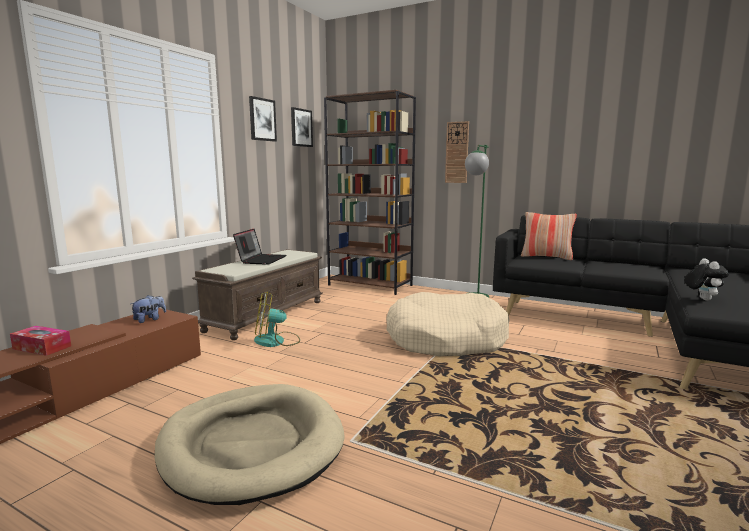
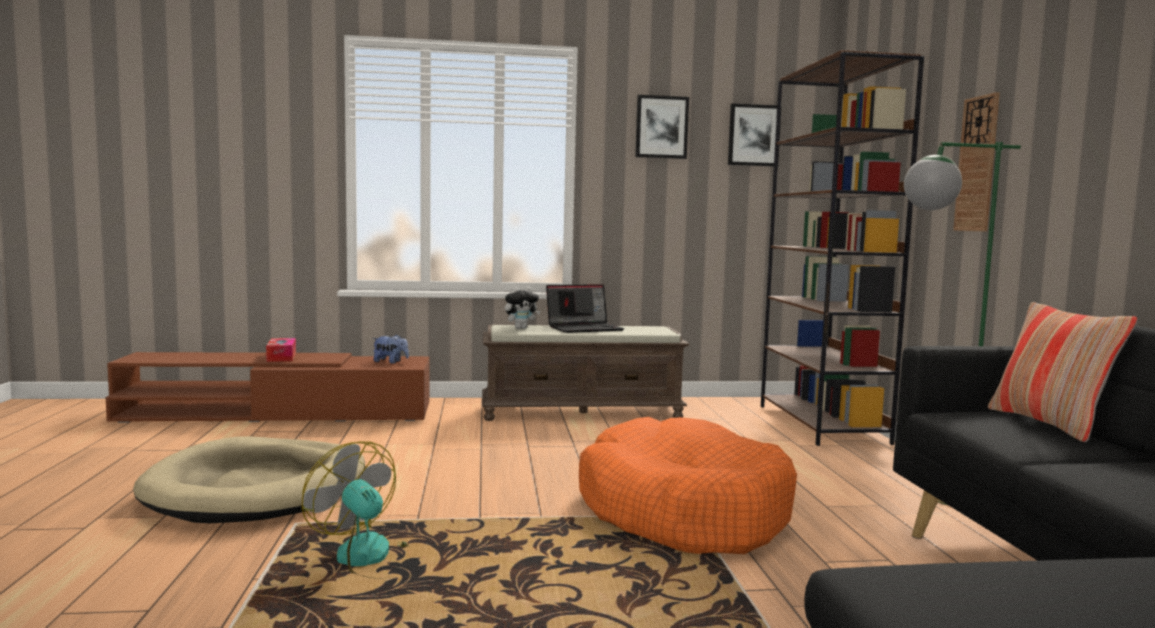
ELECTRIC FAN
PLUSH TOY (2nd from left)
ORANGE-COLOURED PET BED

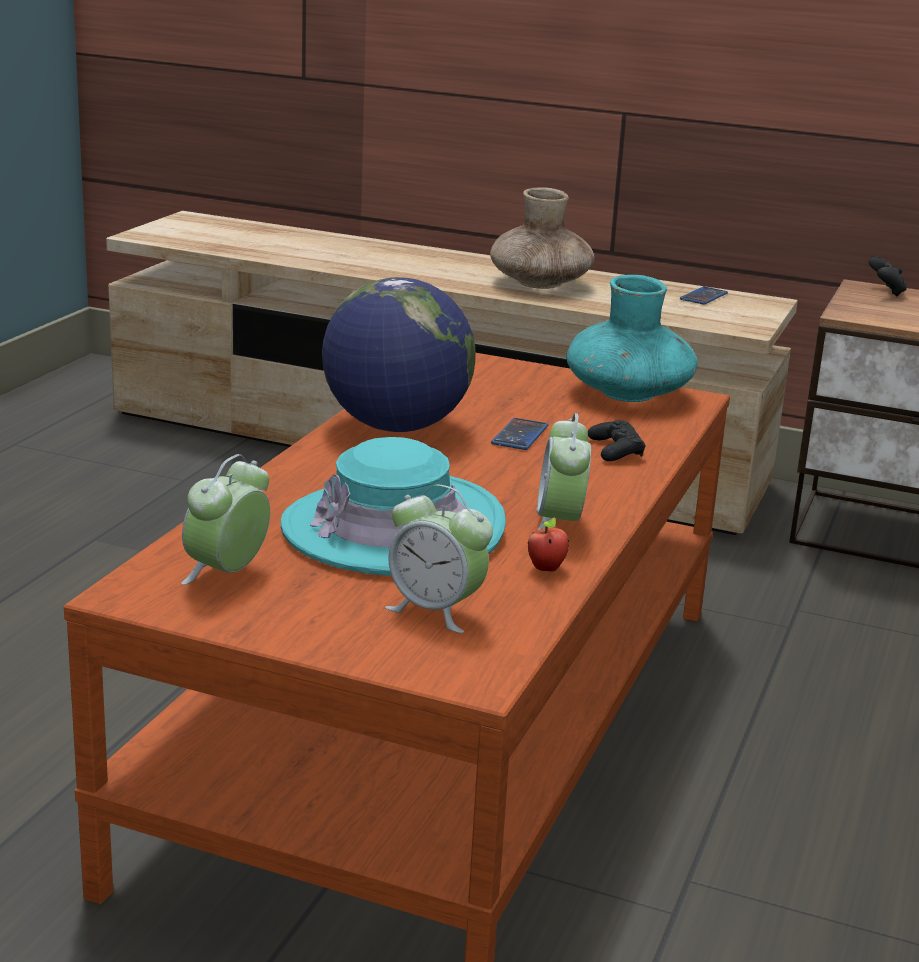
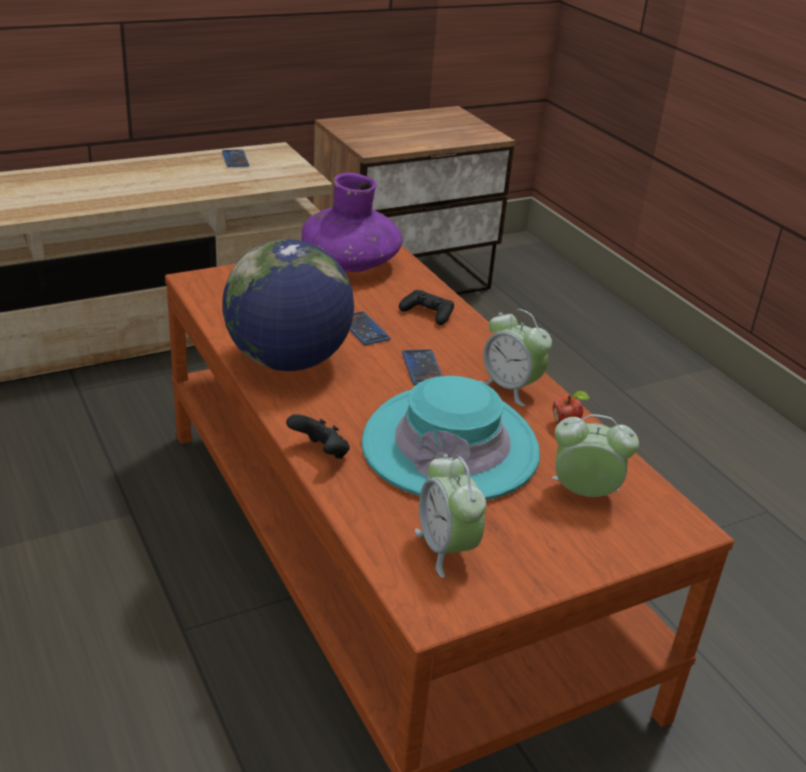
BLACKISH GAMEPAD (1st from left)
PURPLE-COLOURED DECORATIVE VASE
PHONE (3rd from left)
ALARM CLOCK (3rd from left)
BROWNISH DECORATIVE VASE

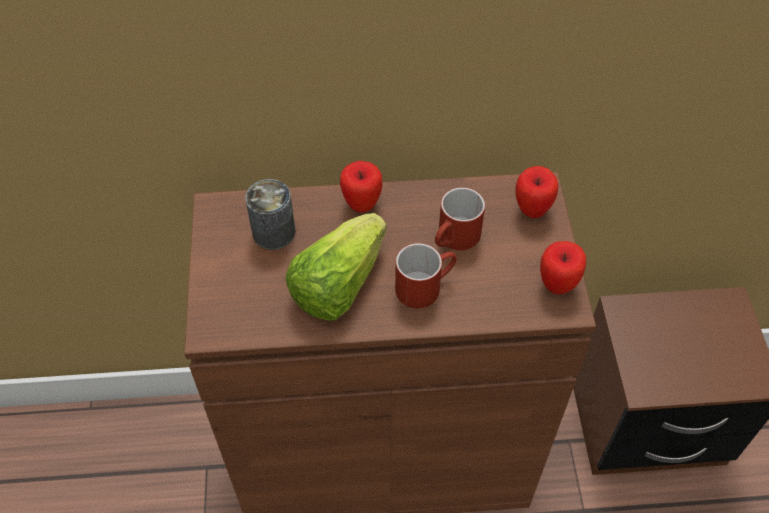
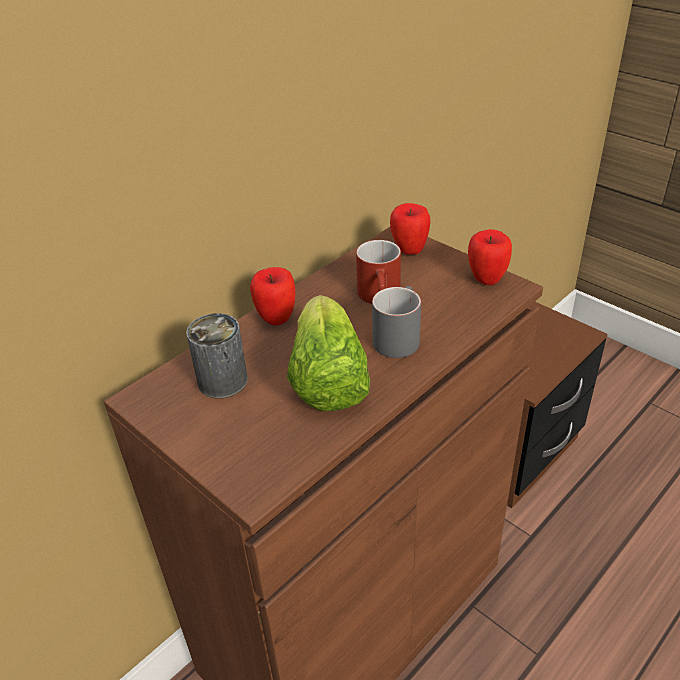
GRAY COFFEE MUG

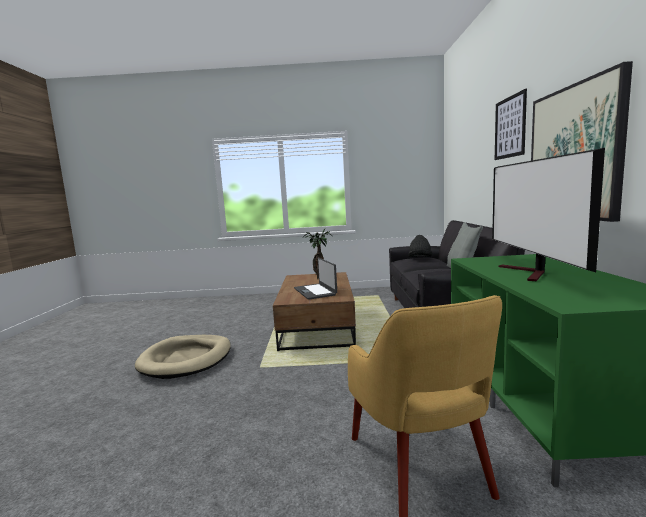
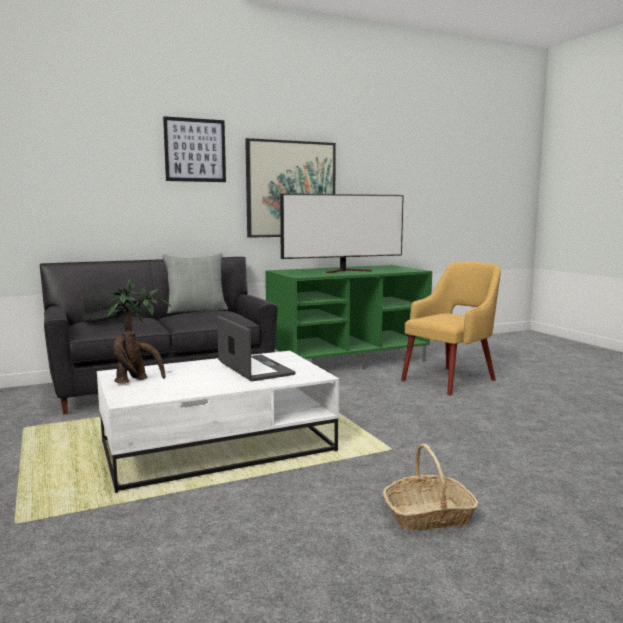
WHITISH LOW TABLE
NOTEBOOK COMPUTER
STORAGE BASKET

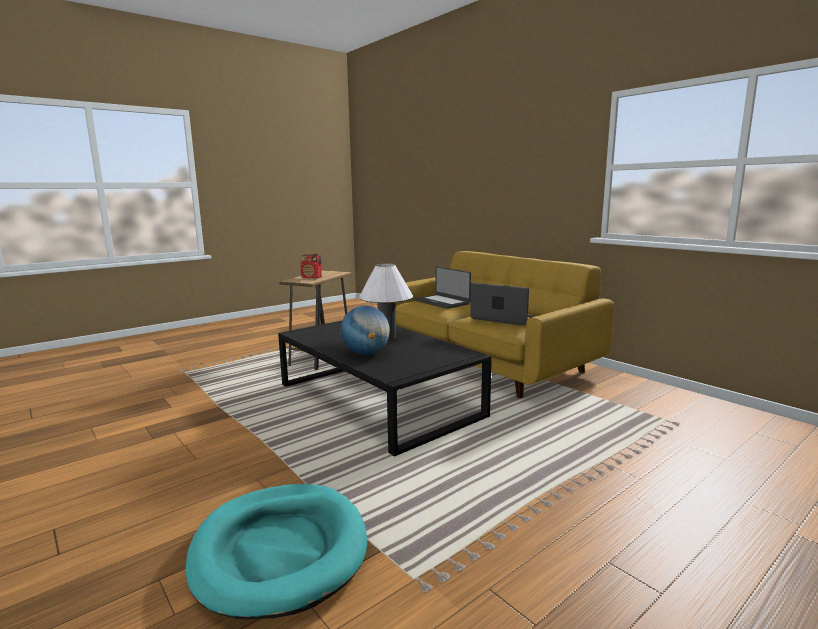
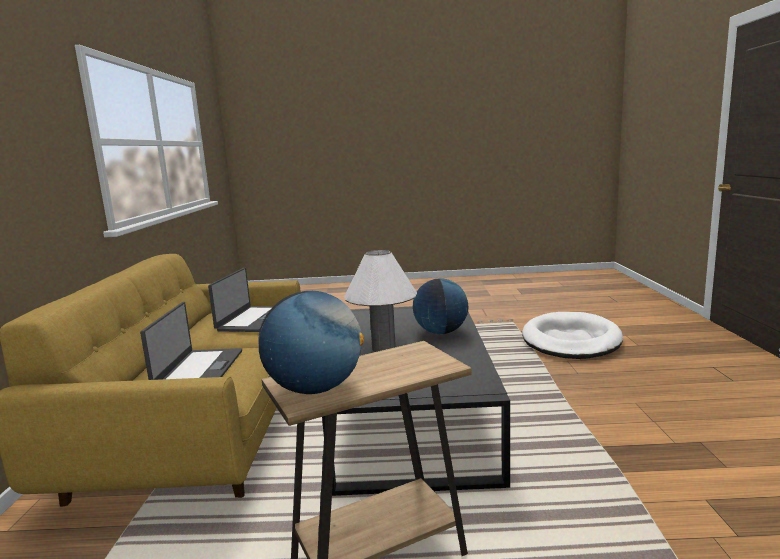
NOTEBOOK COMPUTER (2nd from left)
GLOBE (1st from left)
WHITISH PET BED
RADIO

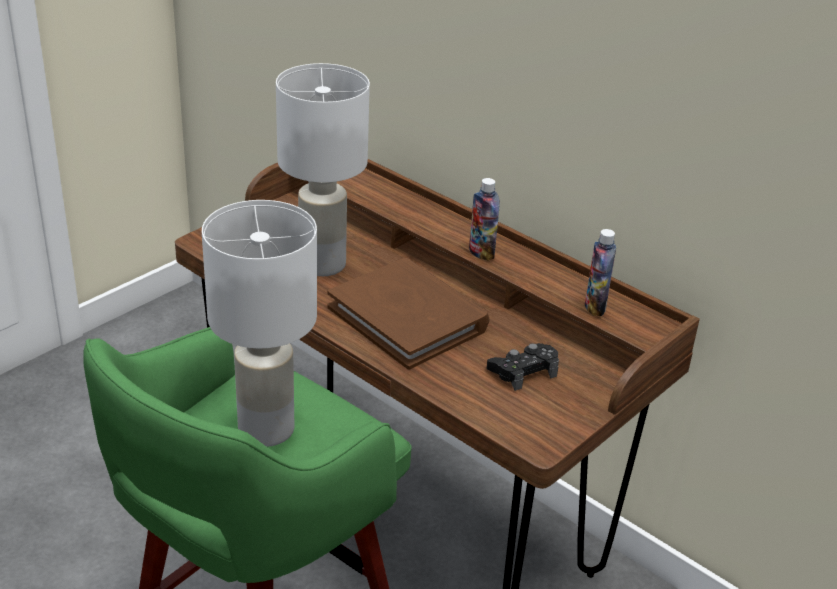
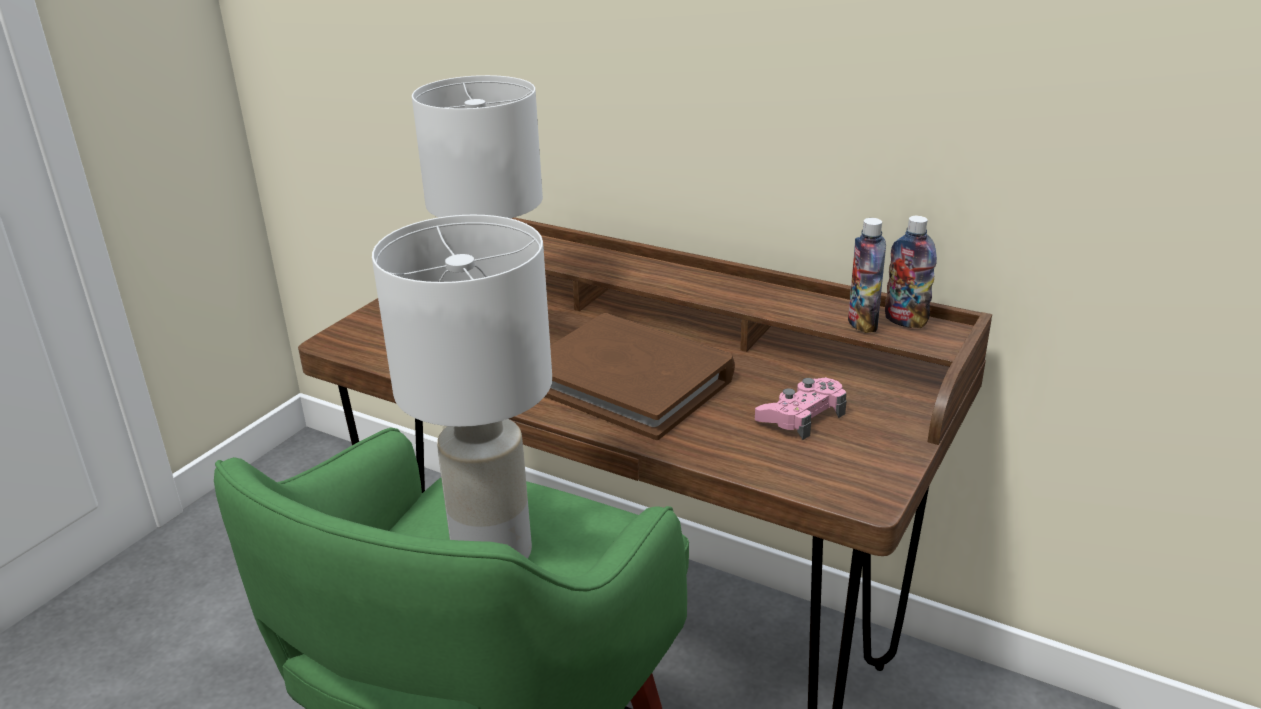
PINK GAMEPAD
DRINK BOTTLE (2nd from left)

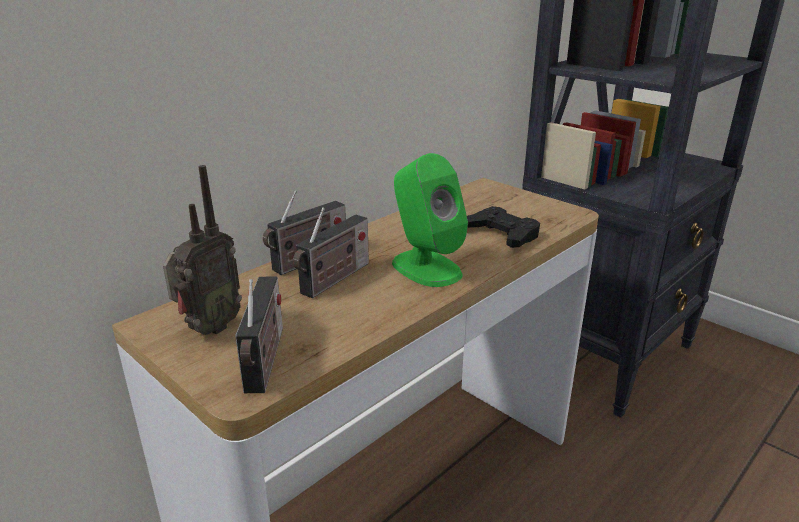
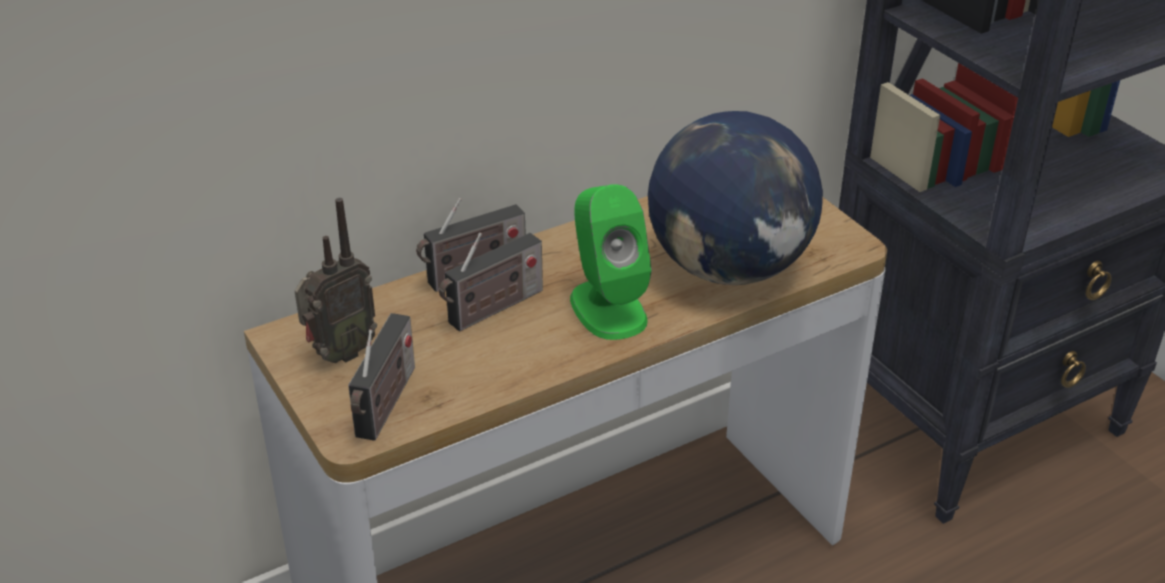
GLOBE

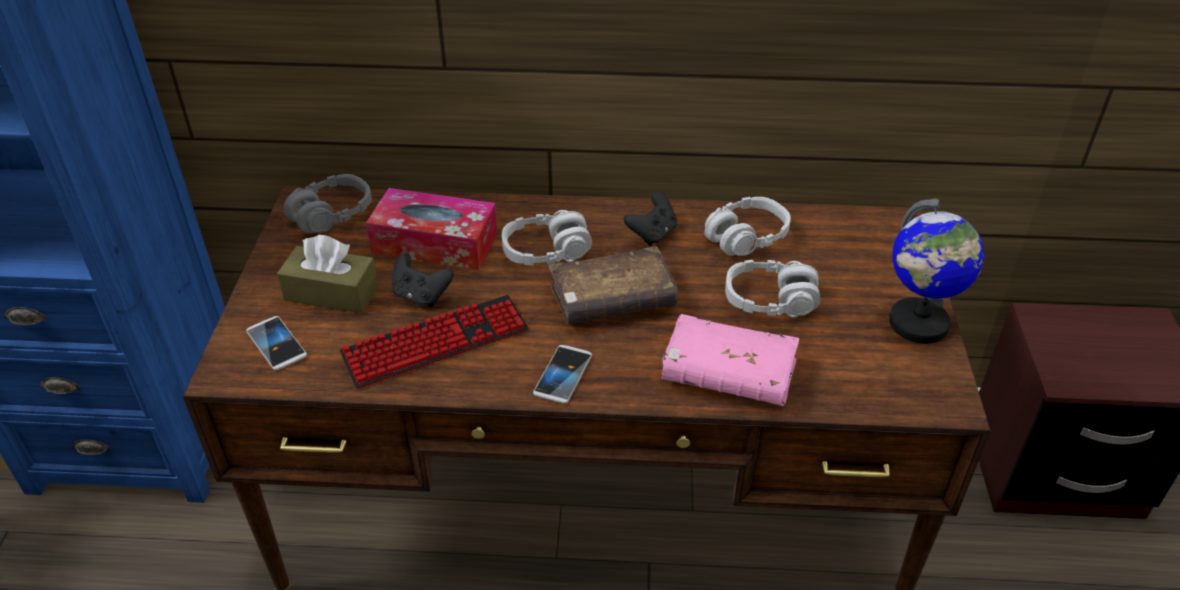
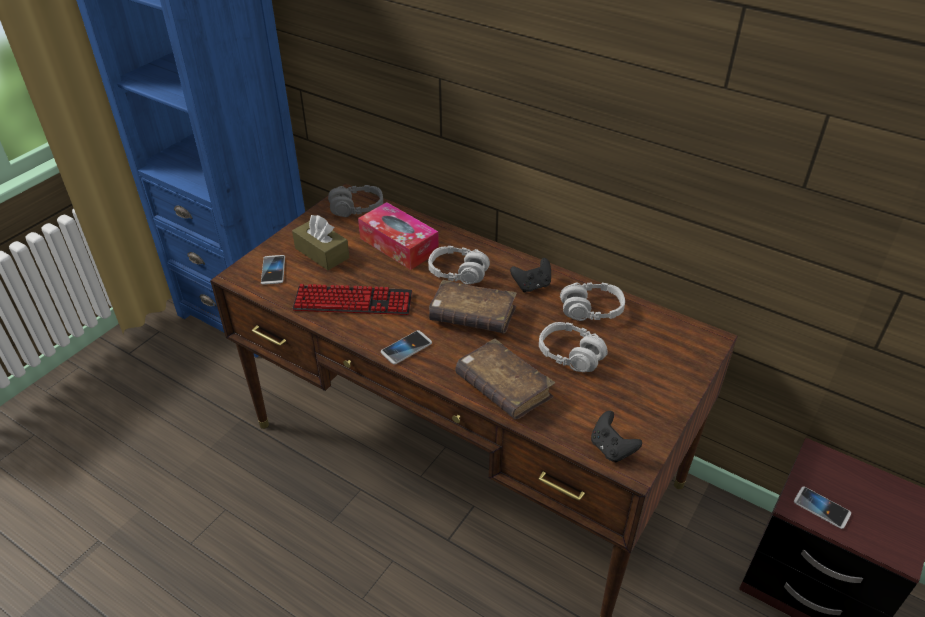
BROWNISH BOUND BOOK (2nd from left)
BLACKISH GAMEPAD (2nd from left)
PHONE (3rd from left)
GLOBE

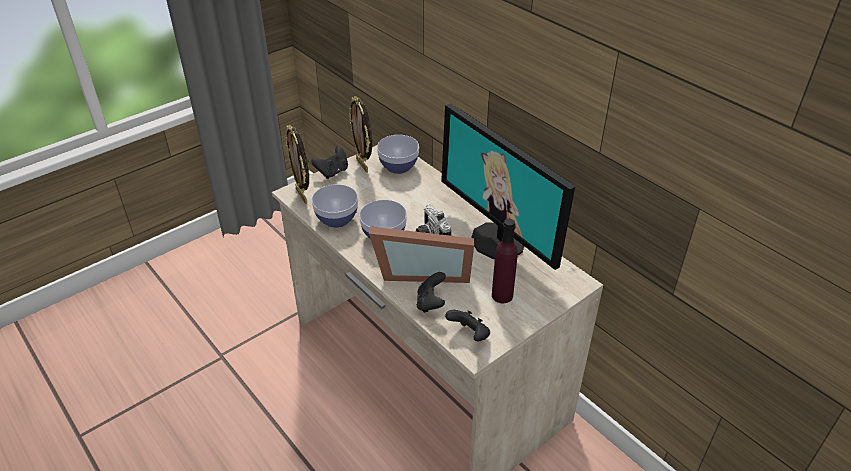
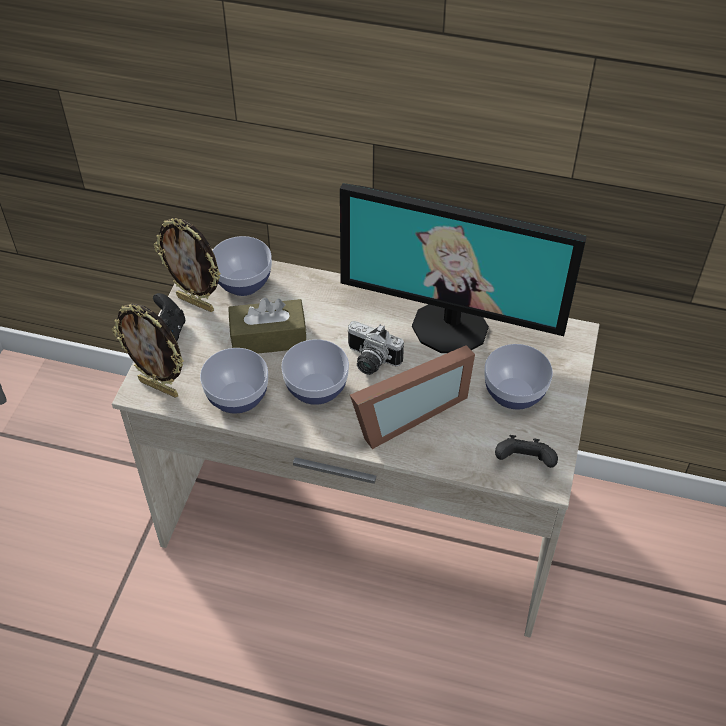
BROWNISH TISSUE HOLDER
SERVING BOWL (4th from left)
BLACKISH GAMEPAD (2nd from left in the first image)

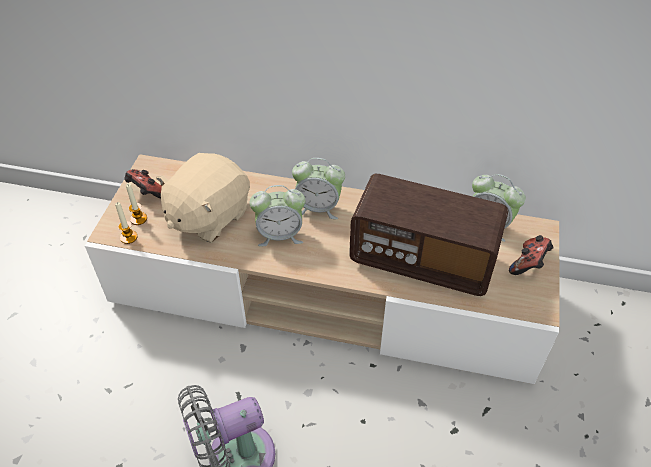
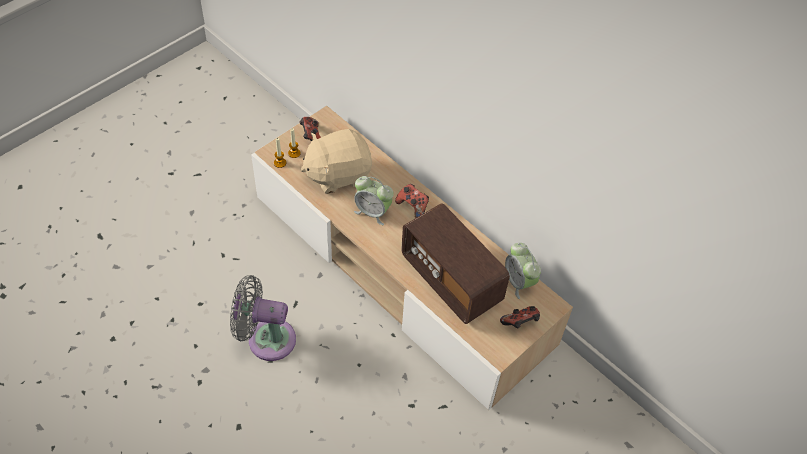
GAMEPAD (2nd from left)

